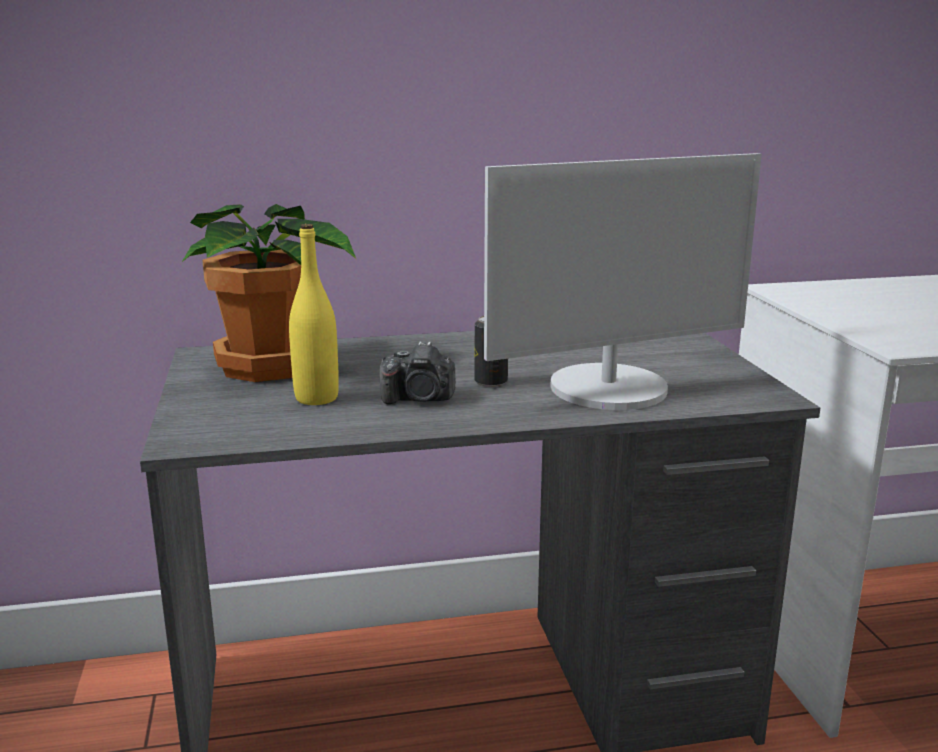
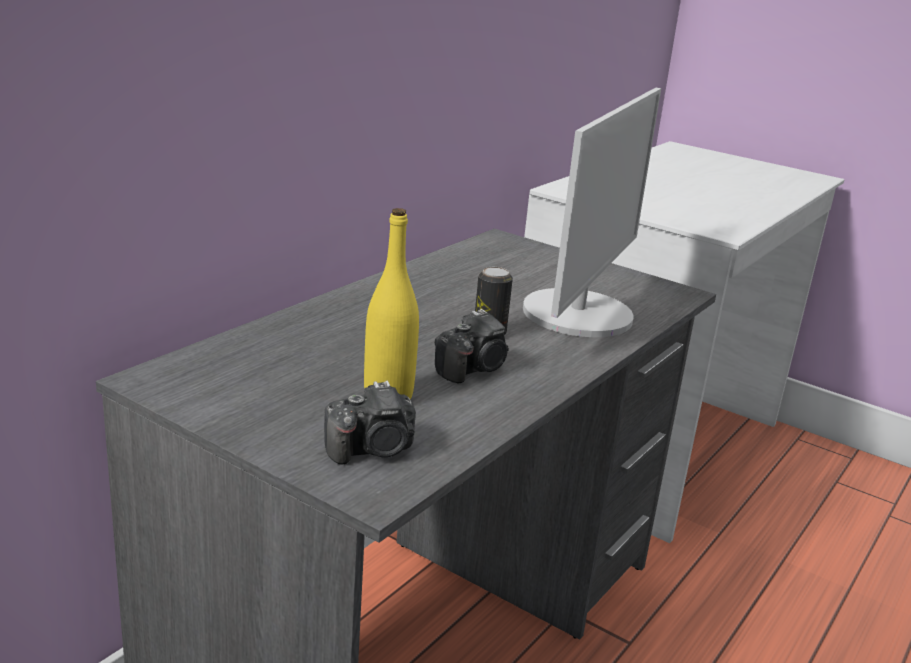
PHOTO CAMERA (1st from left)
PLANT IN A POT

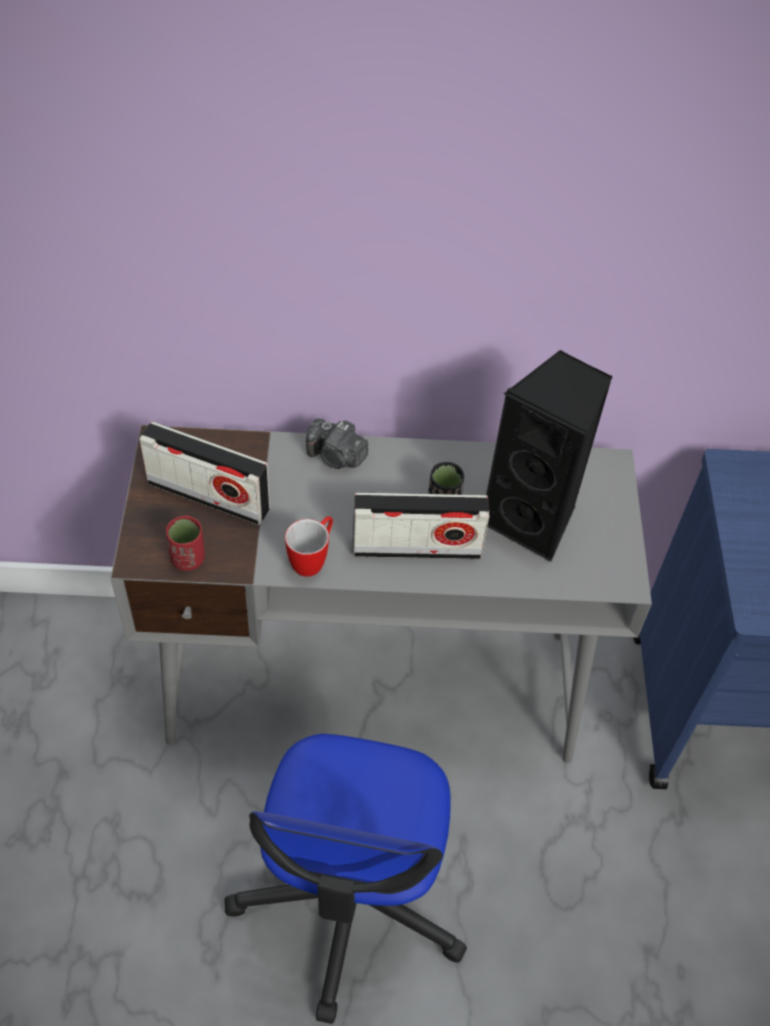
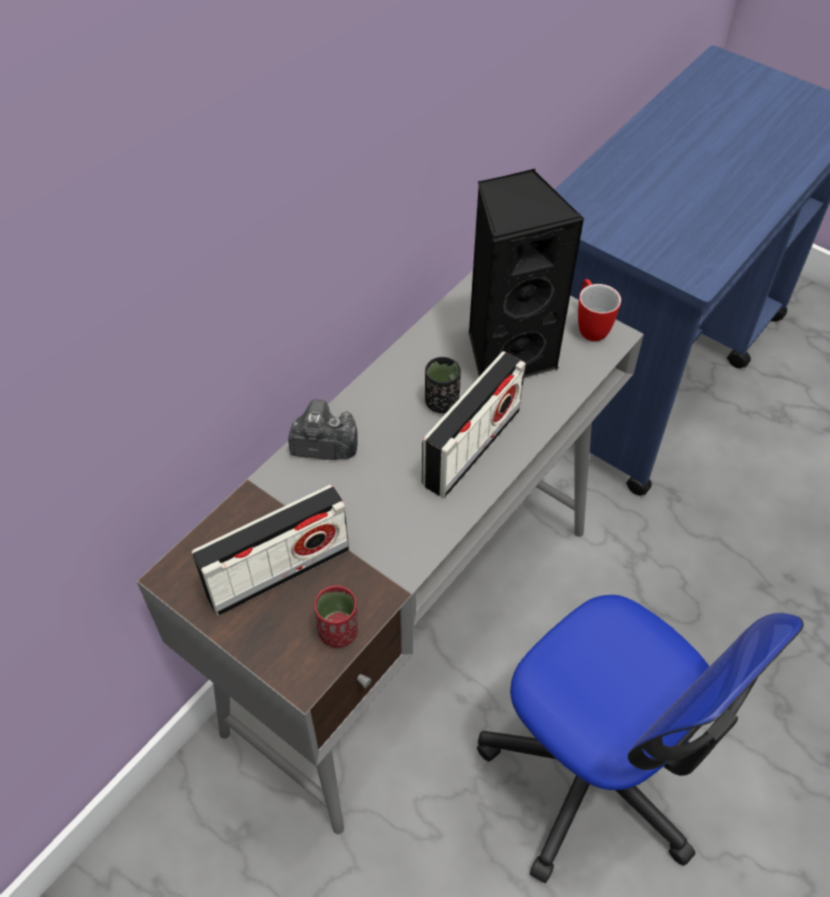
PHOTO CAMERA
COFFEE MUG

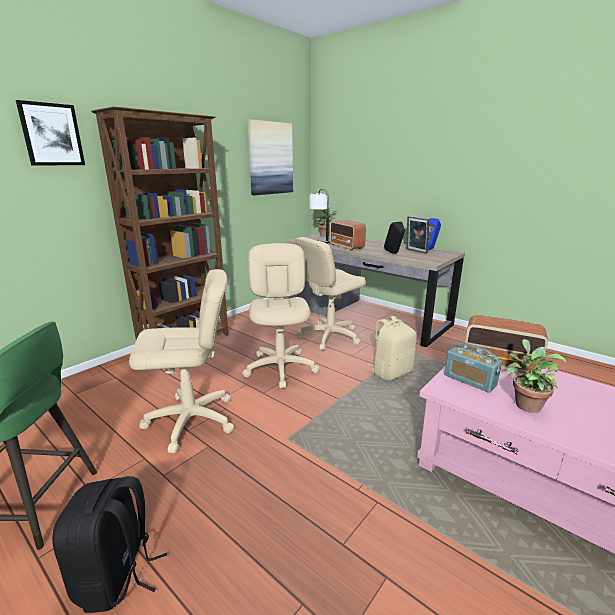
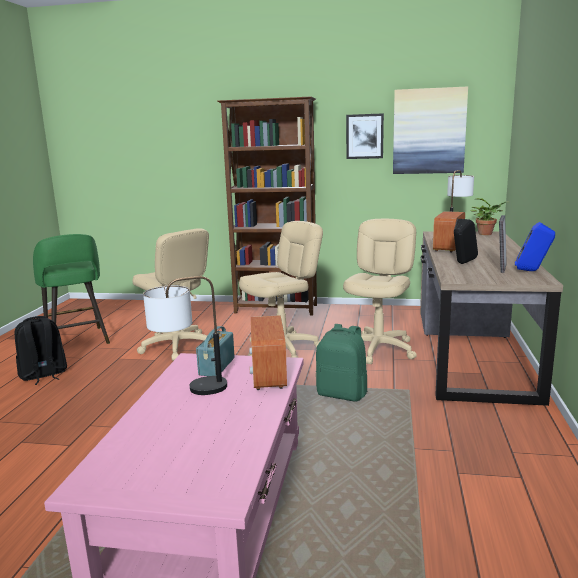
TABLETOP LAMP (1st from left)
GREEN BACKPACK
BEIGE-COLOURED DESK CHAIR (3rd from left)
WALL PICTURE (1st from left)

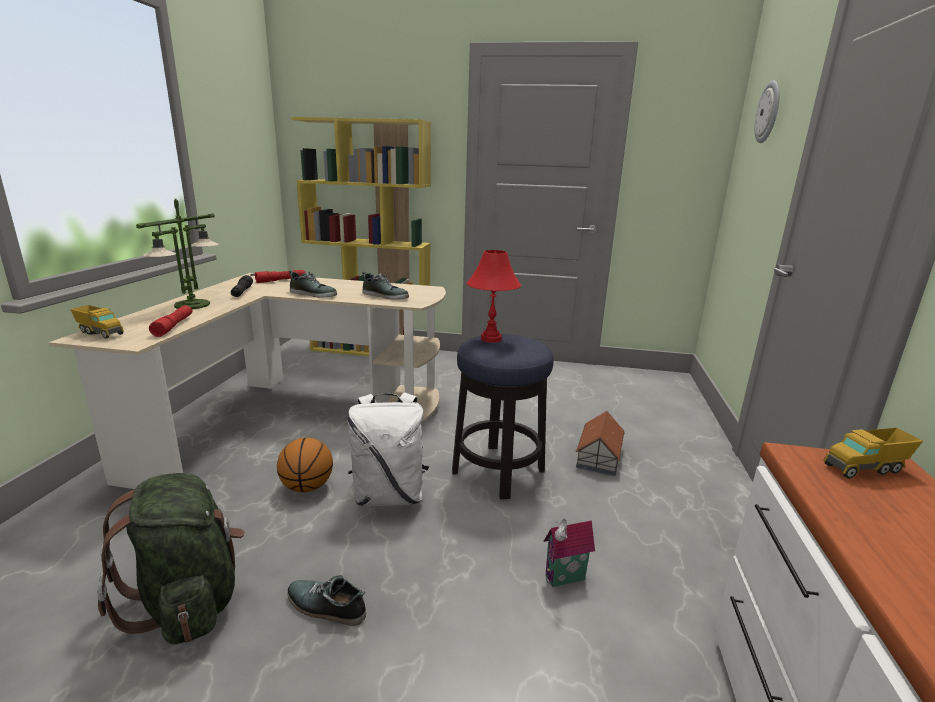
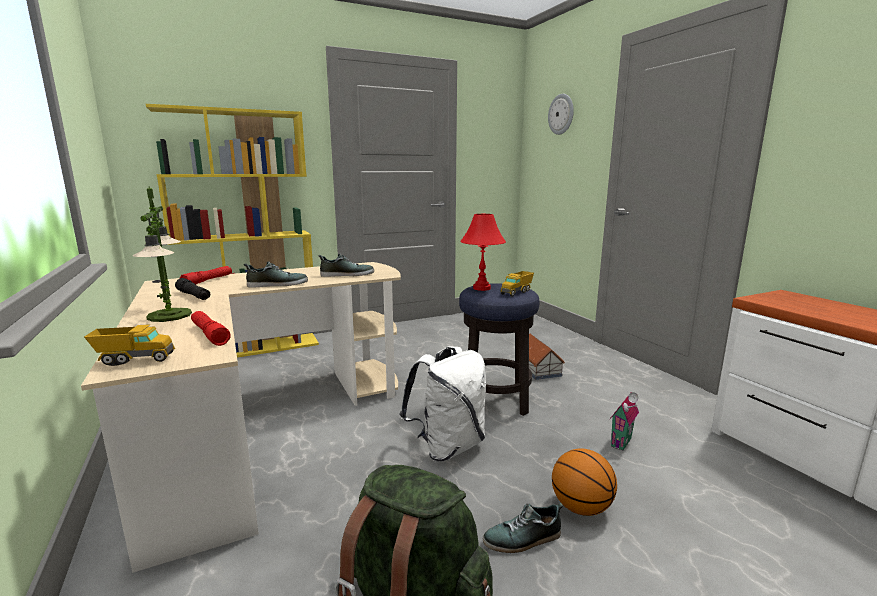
TOY LORRY (2nd from left)
BALL FOR BASKETBALL

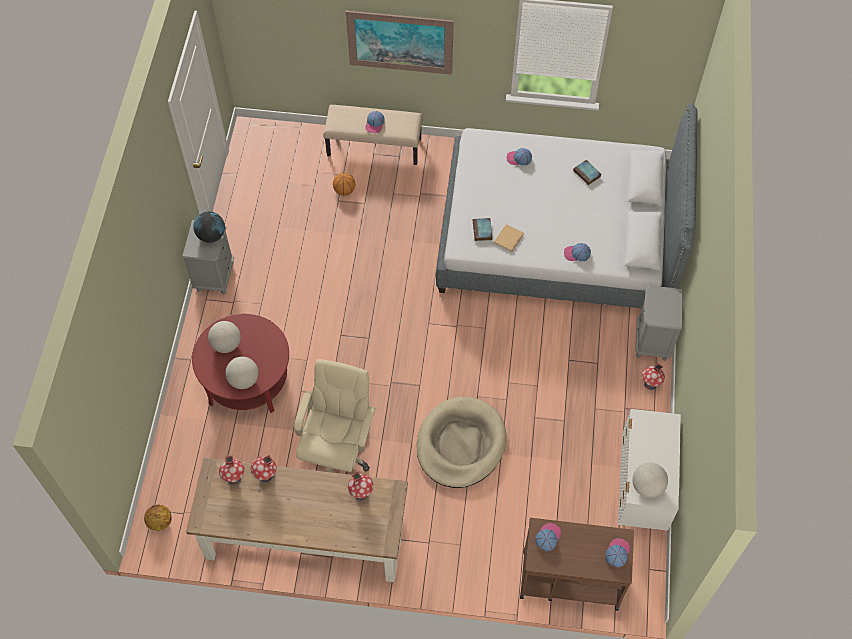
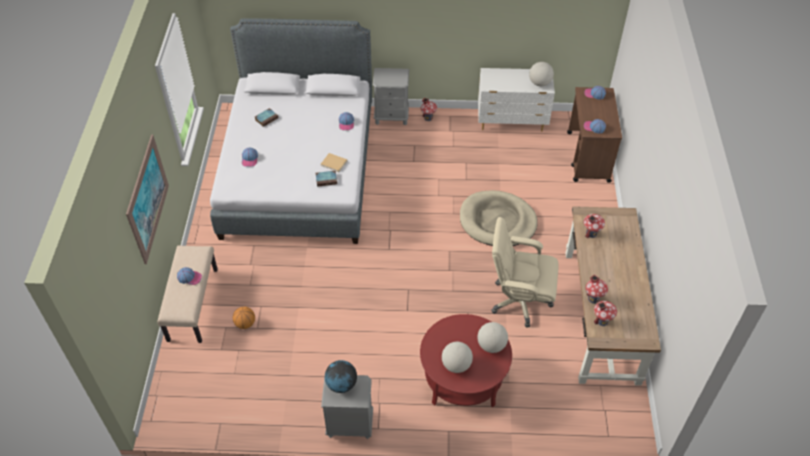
BALL FOR BASKETBALL (1st from left in the first image)

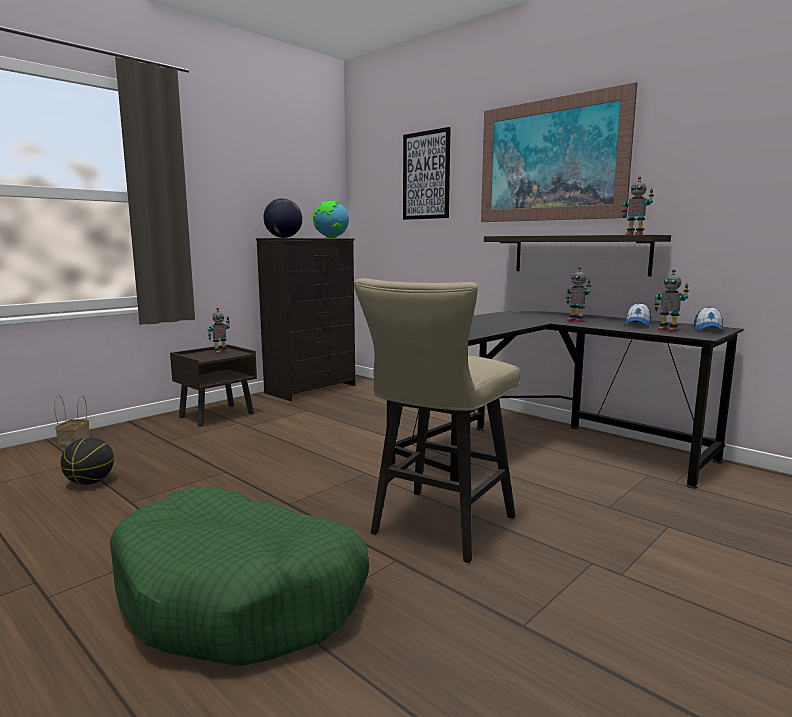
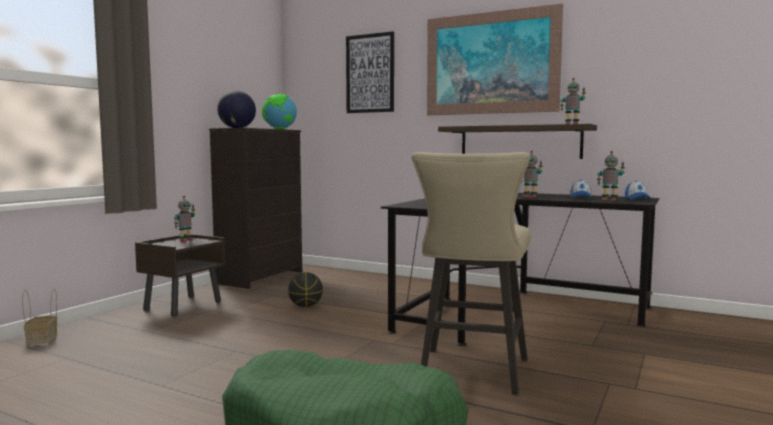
BALL FOR BASKETBALL

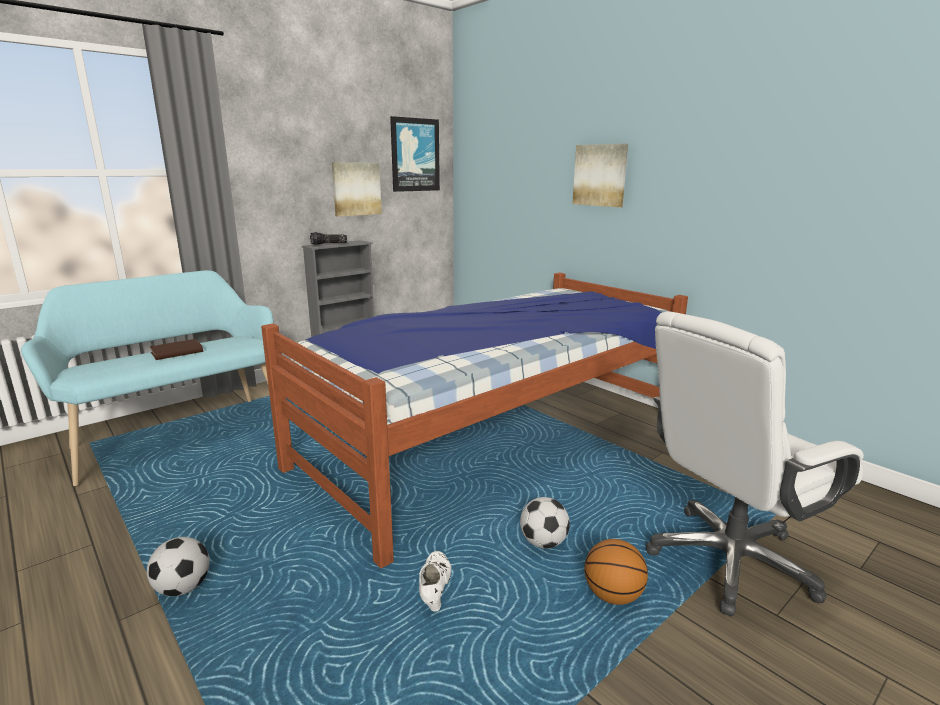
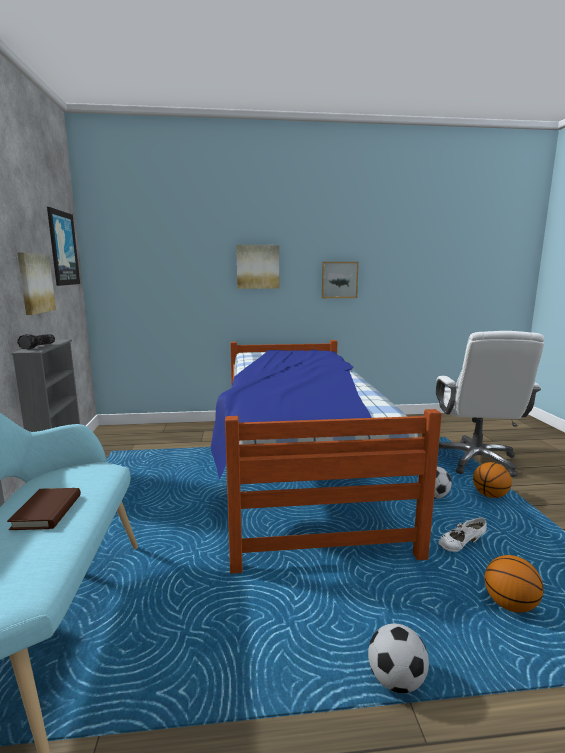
WALL PICTURE (4th from left)
WHITISH SHOE
BALL FOR BASKETBALL (2nd from left)

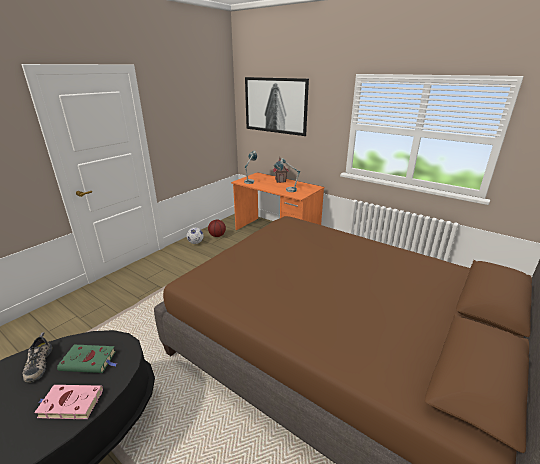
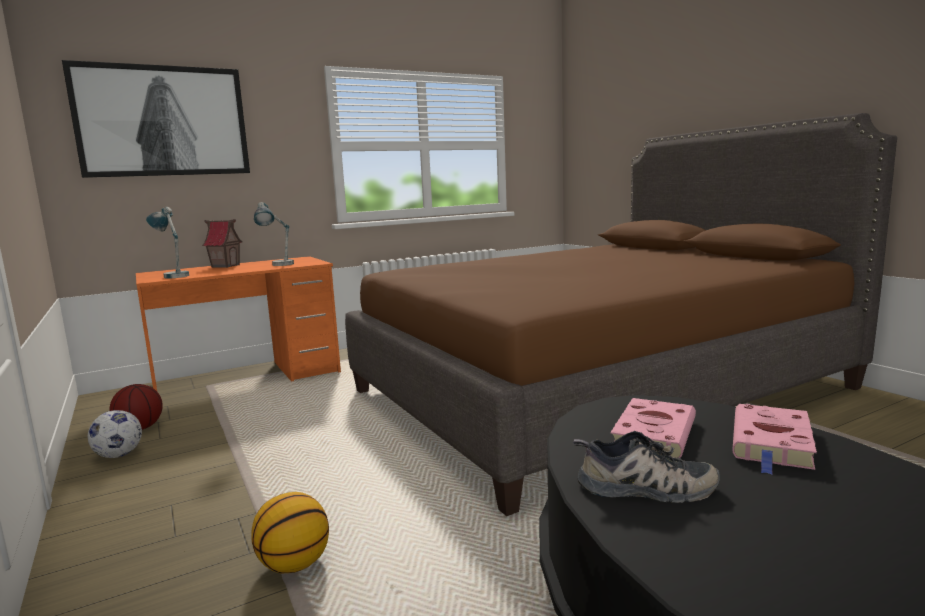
BALL FOR BASKETBALL (2nd from left)
PINK BOUND BOOK (1st from left)

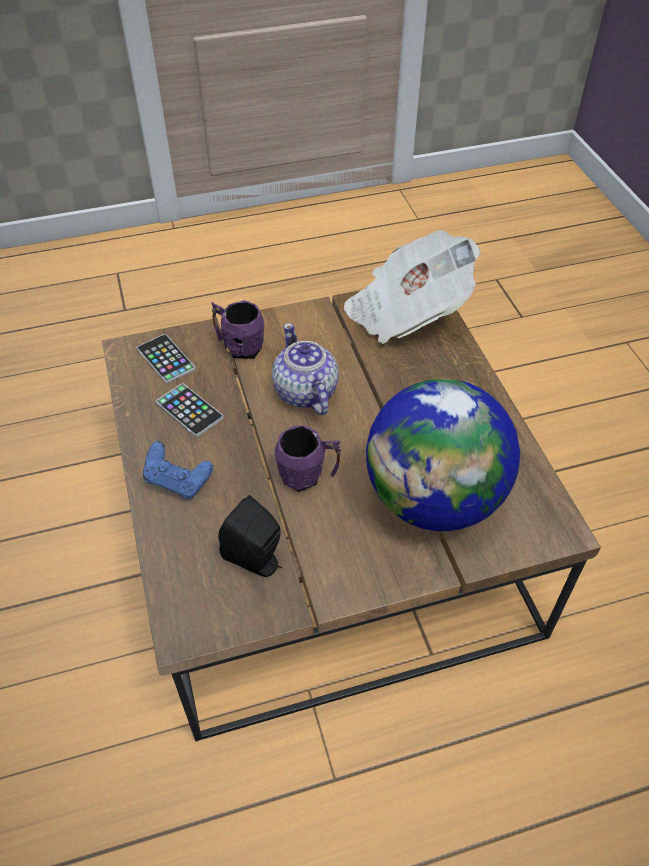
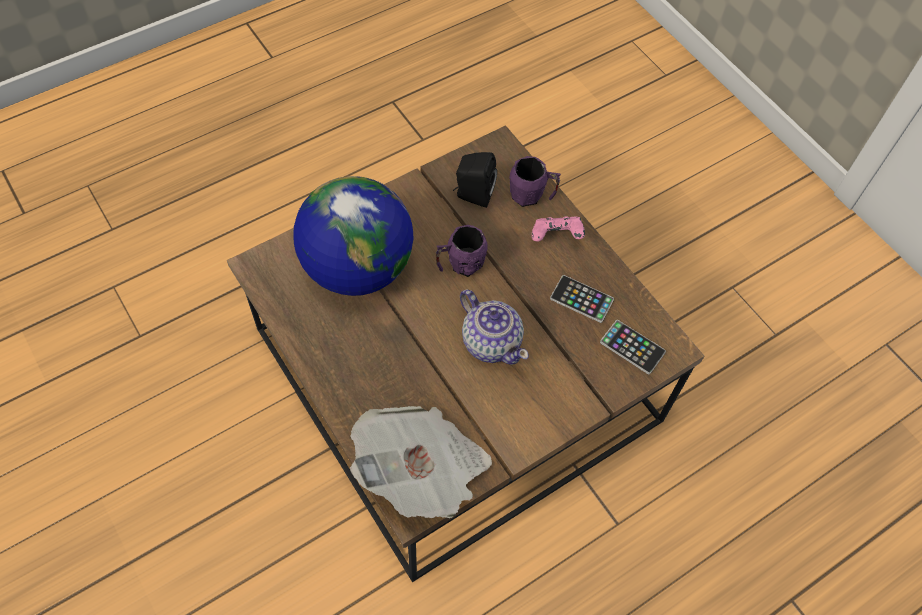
PURPLE-COLOURED COFFEE MUG (2nd from left)
PINK GAMEPAD

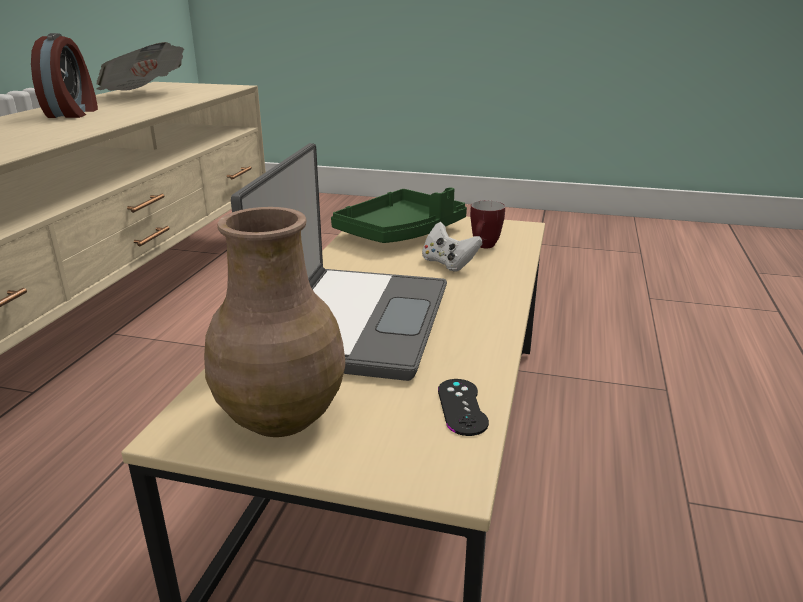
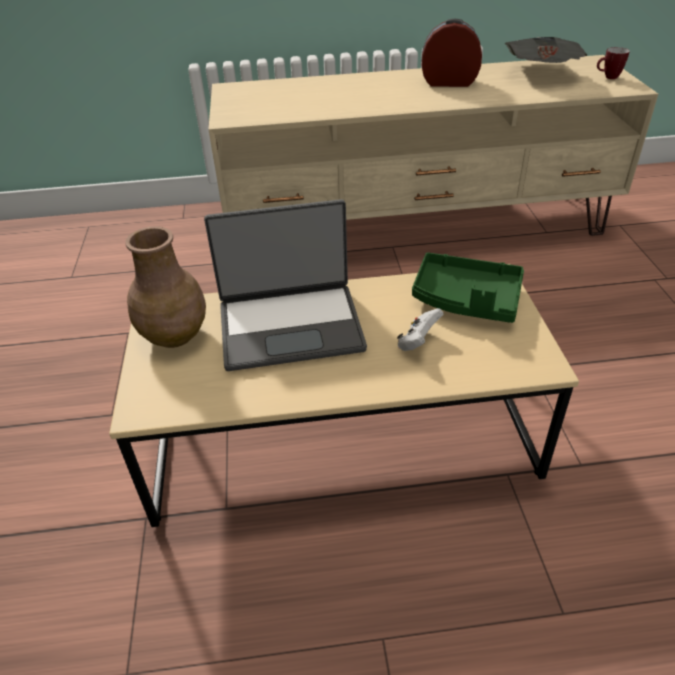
ALARM CLOCK
COFFEE MUG
BLACKISH GAMEPAD

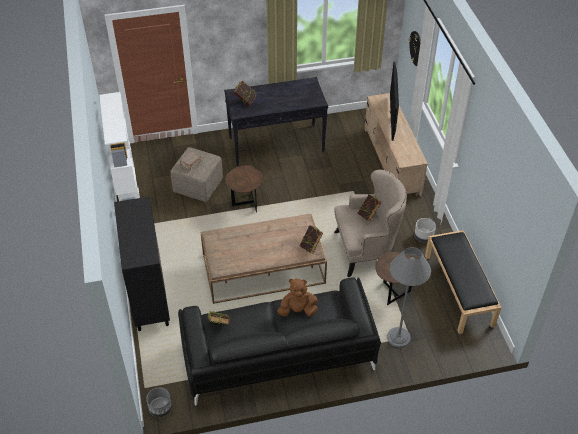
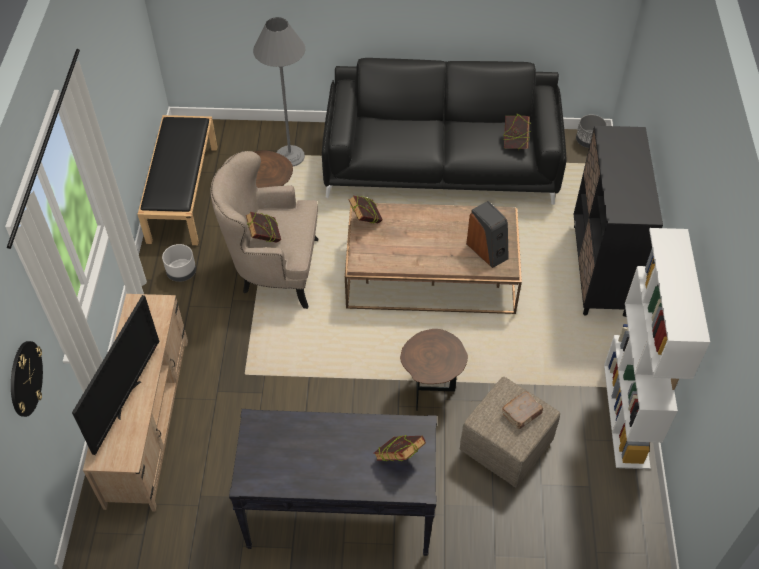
AUDIO SPEAKER
BROWNISH PLUSH TOY

